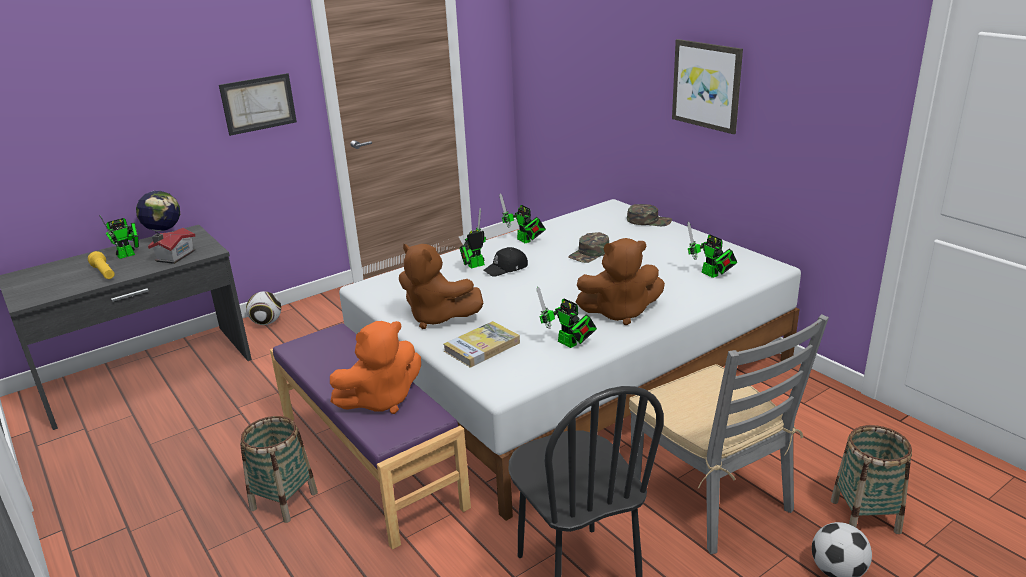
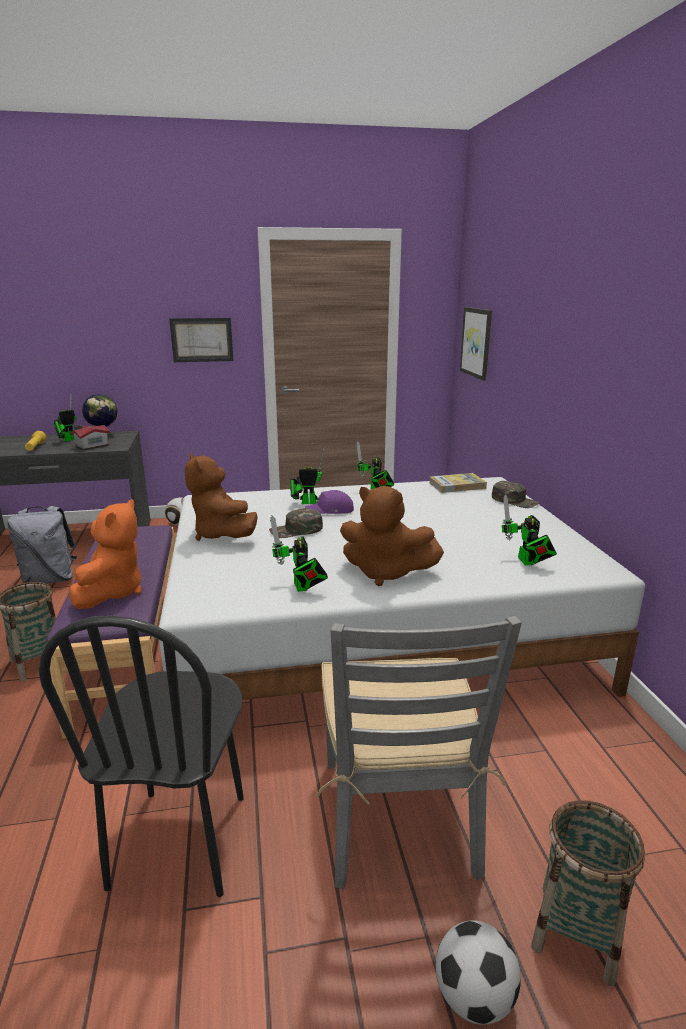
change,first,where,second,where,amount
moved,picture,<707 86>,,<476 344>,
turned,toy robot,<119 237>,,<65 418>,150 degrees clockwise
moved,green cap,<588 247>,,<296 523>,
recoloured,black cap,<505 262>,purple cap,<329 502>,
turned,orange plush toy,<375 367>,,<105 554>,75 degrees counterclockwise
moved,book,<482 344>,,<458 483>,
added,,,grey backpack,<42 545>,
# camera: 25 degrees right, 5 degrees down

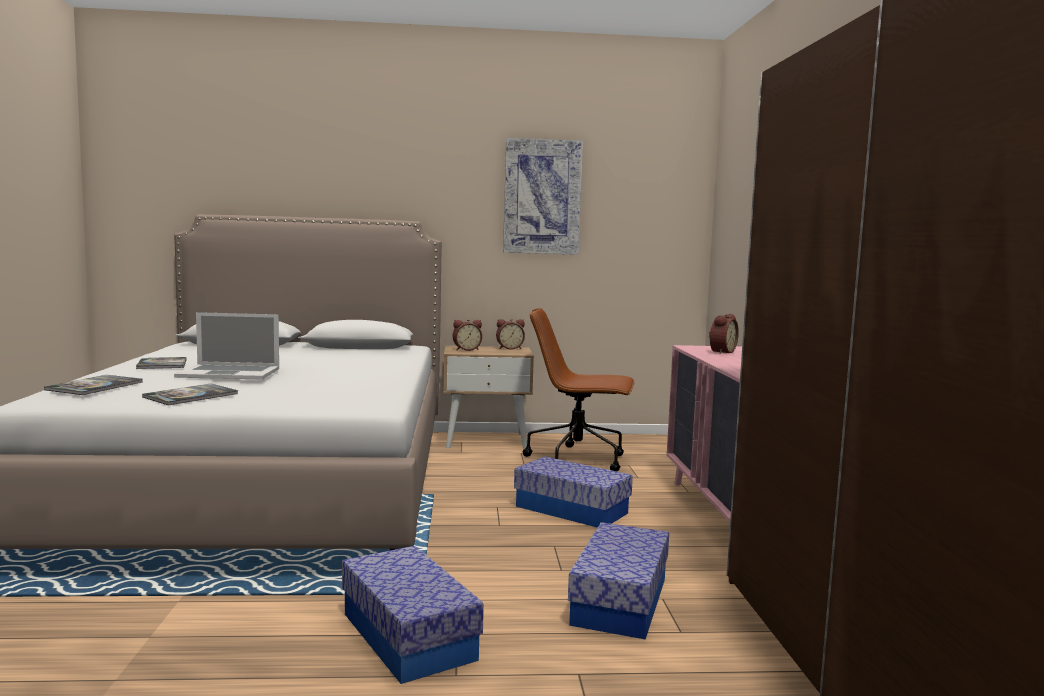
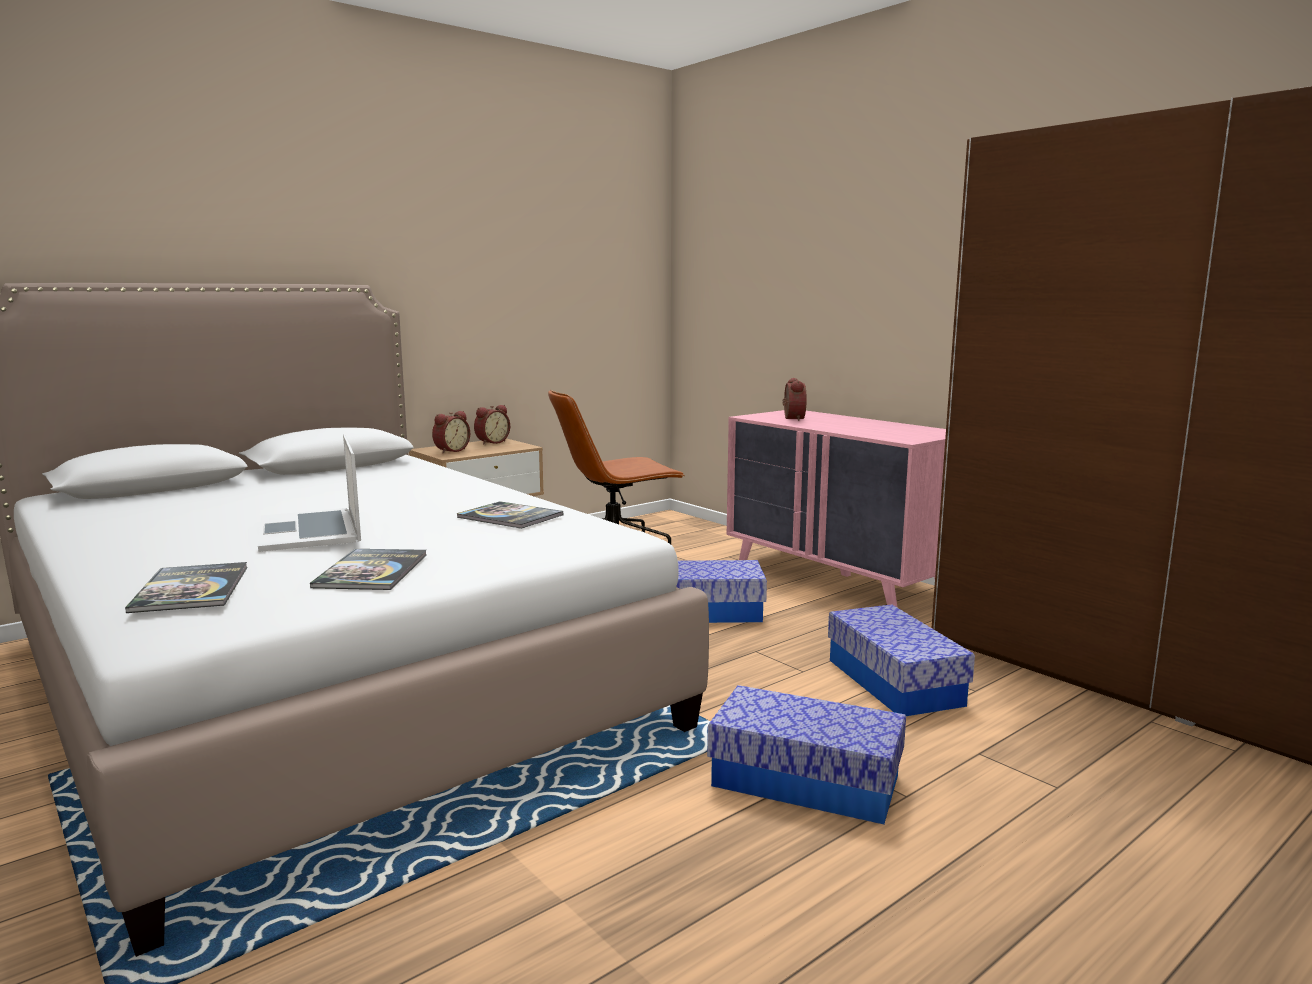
change,first,where,second,where,amount
removed,picture,<543 196>,,,
turned,laptop,<226 345>,,<309 493>,105 degrees clockwise
moved,book,<161 363>,,<510 515>,
# camera: 35 degrees left, 5 degrees up

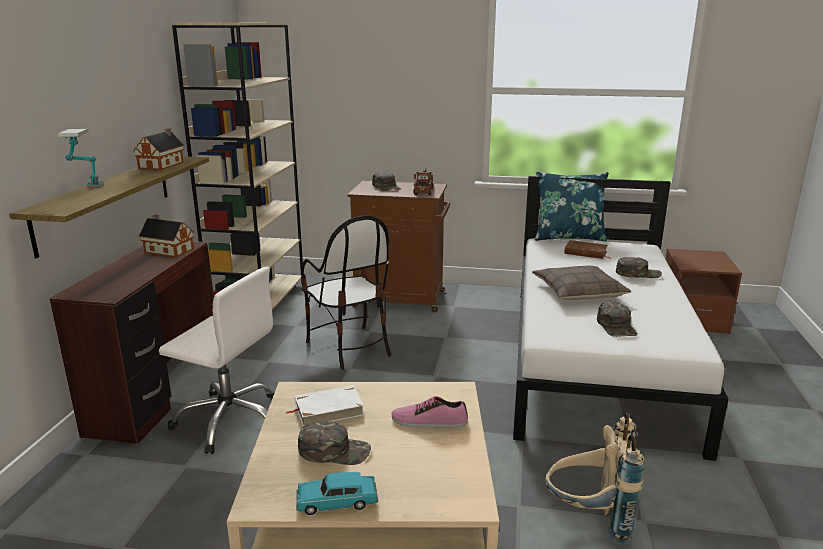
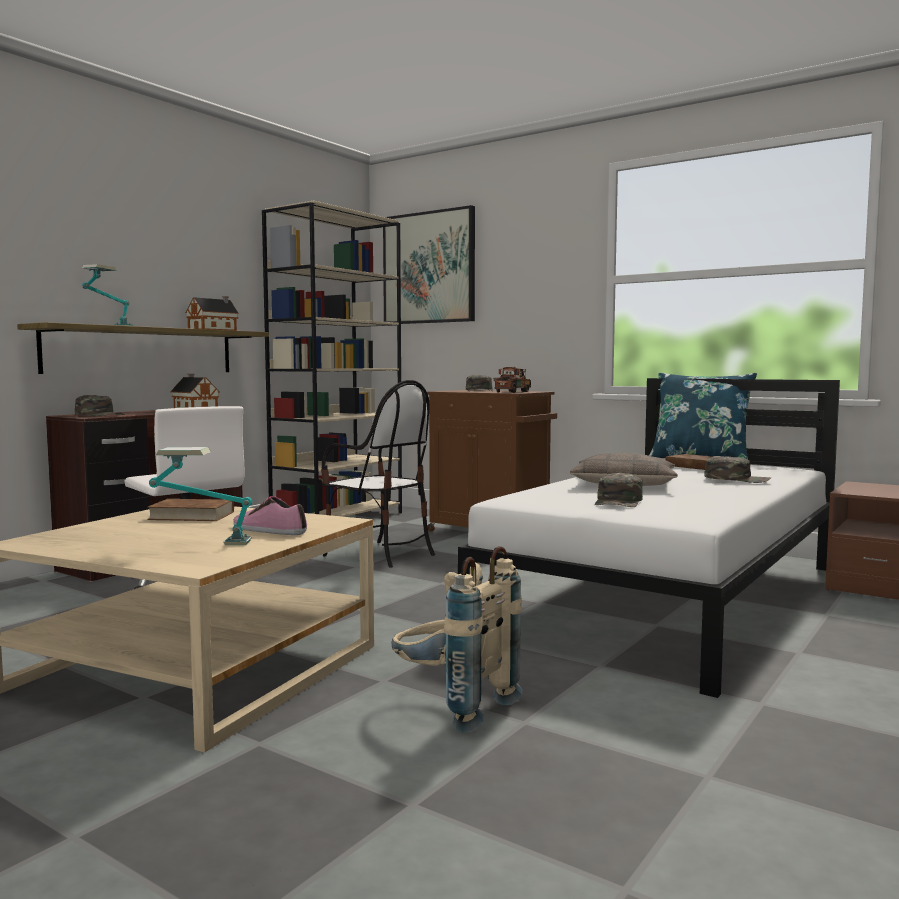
change,first,where,second,where,amount
turned,chair,<346 292>,,<378 474>,45 degrees counterclockwise
recoloured,white book,<326 406>,brown book,<190 510>,
moved,green cap,<334 442>,,<100 406>,
removed,turquoise toy car,<337 493>,,,
added,,,picture,<429 264>,
added,,,table lamp,<200 496>,
# camera: 25 degrees right, 15 degrees down

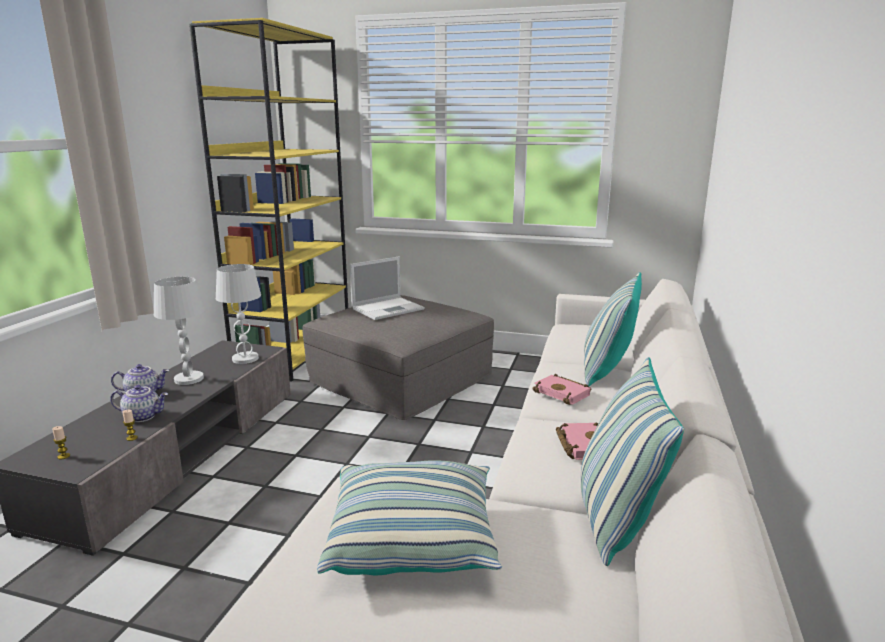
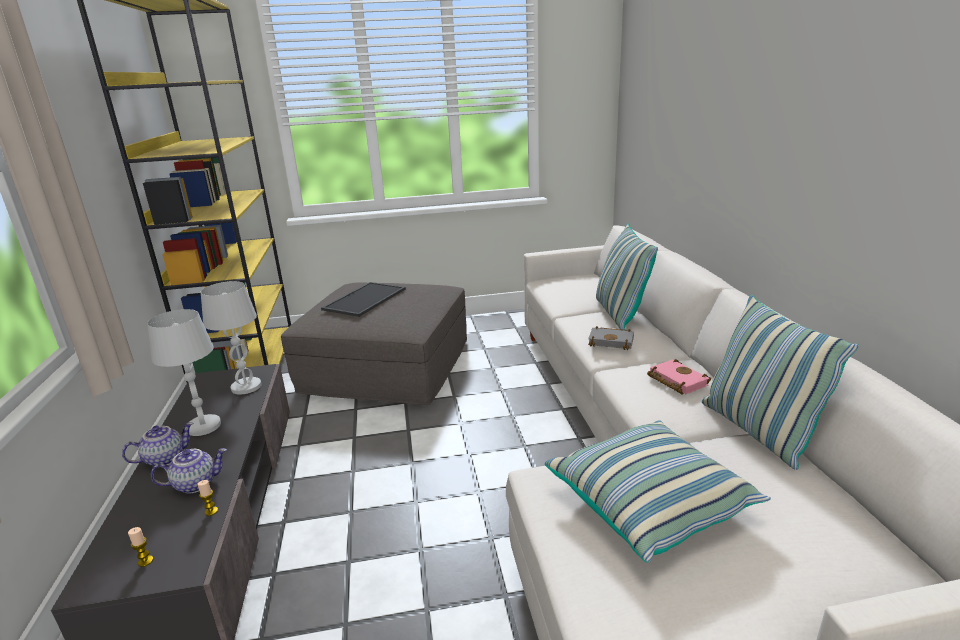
change,first,where,second,where,amount
replaced,laptop,<387 288>,tray,<363 299>,
recoloured,pink book,<561 389>,grey book,<611 338>,
# camera: 25 degrees left, 5 degrees up

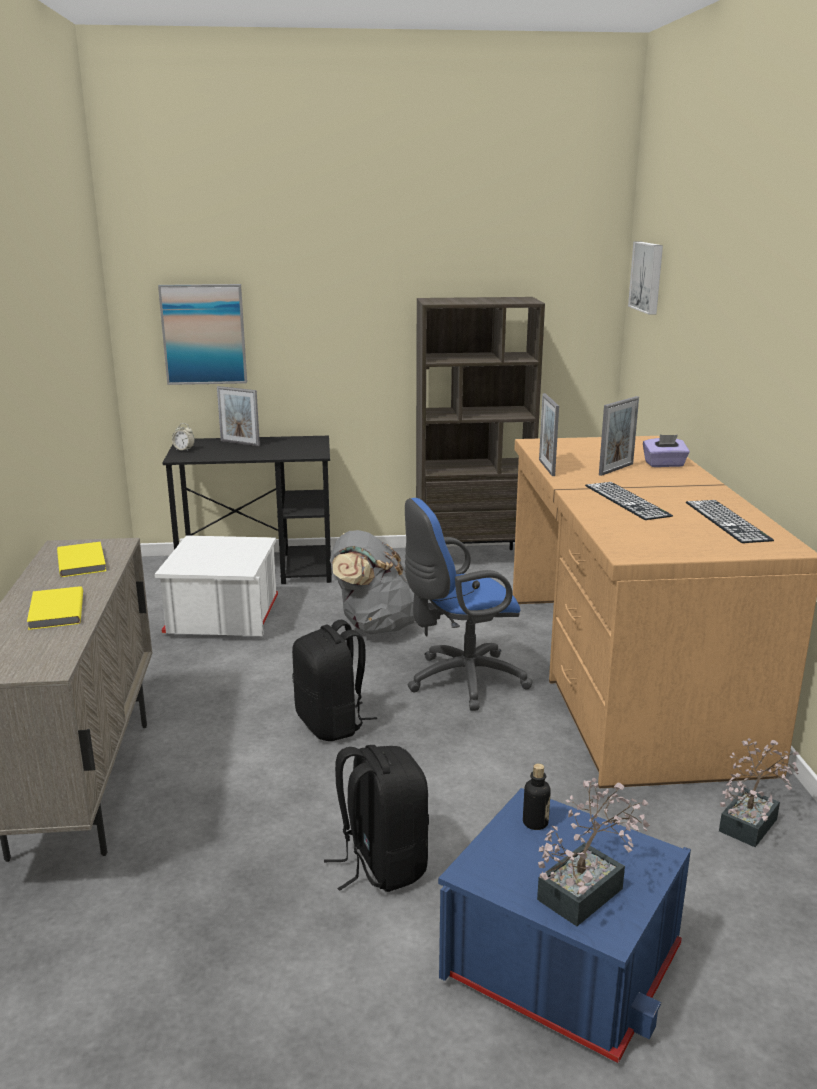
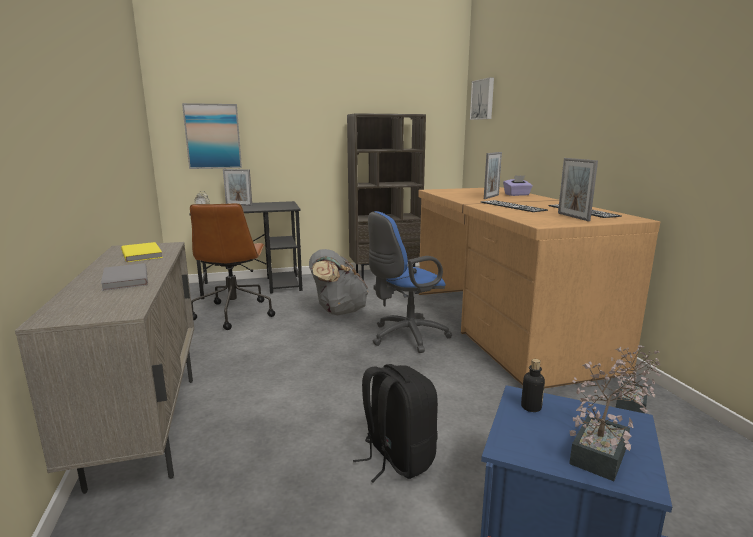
change,first,where,second,where,amount
moved,picture frame,<549 434>,,<578 189>,
replaced,white storage box,<216 585>,brown office chair,<232 266>,
recoloured,yellow book,<55 608>,grey book,<124 277>,
removed,black backpack,<334 680>,,,
# camera: 10 degrees left, 5 degrees down

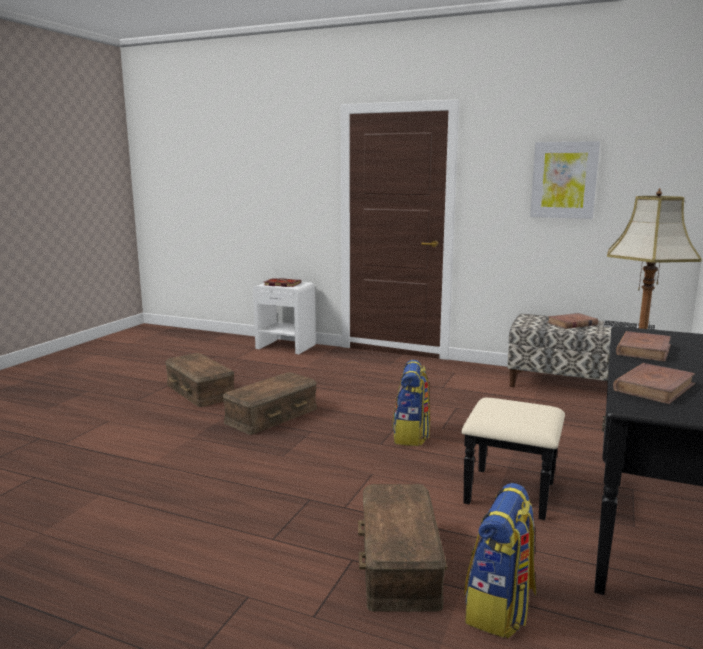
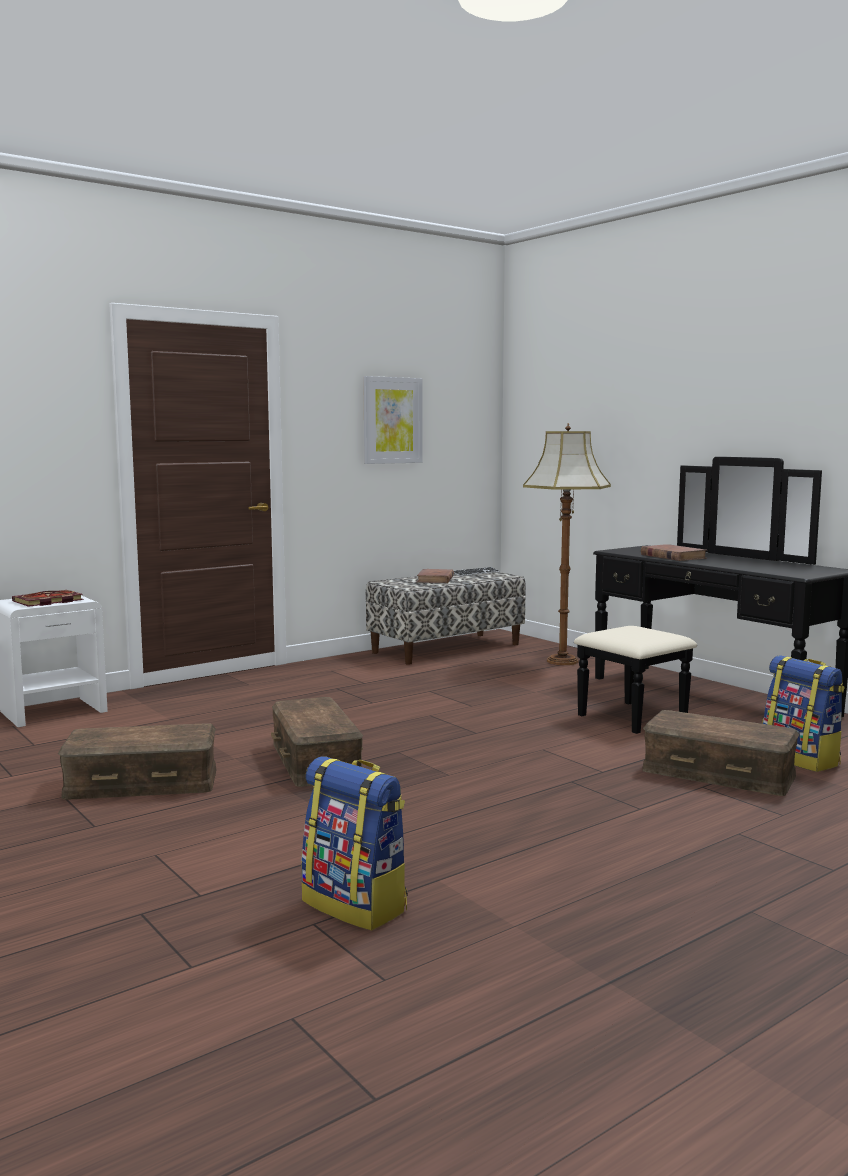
change,first,where,second,where,amount
moved,backpack,<411 403>,,<354 843>,
removed,brown book,<654 383>,,,
# camera: 60 degrees left, 5 degrees down

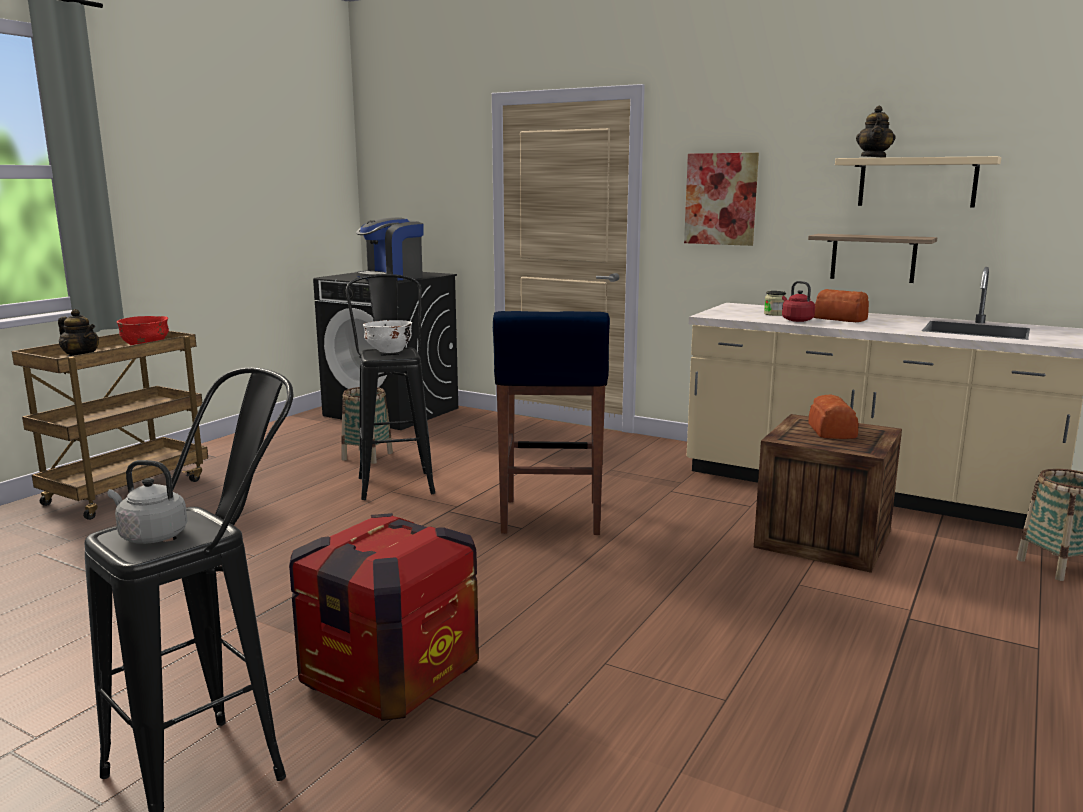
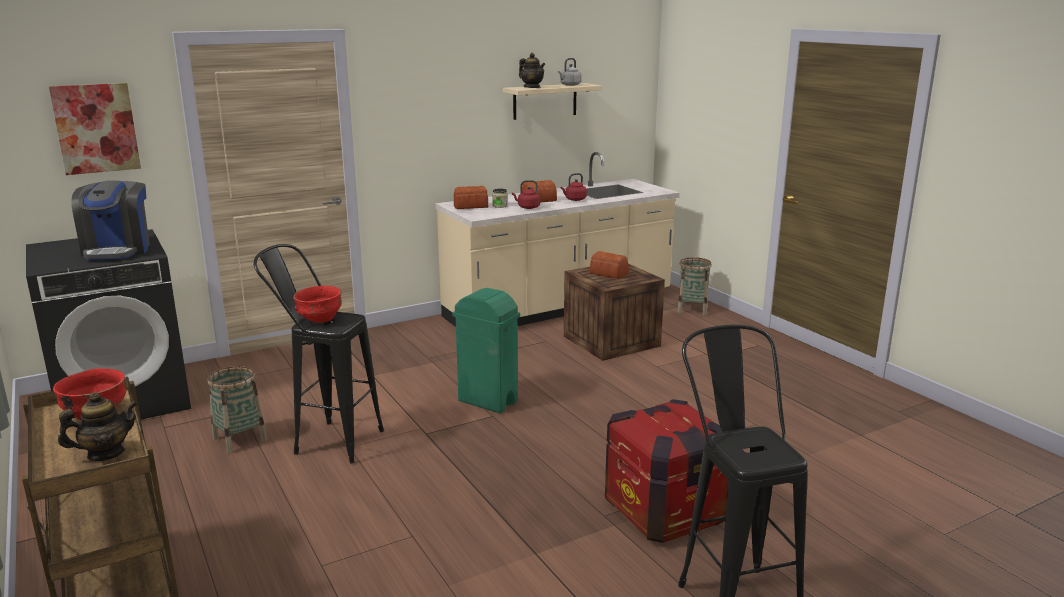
change,first,where,second,where,amount
moved,picture,<721 199>,,<95 129>,
removed,shelf,<872 258>,,,
replaced,blue stool,<551 423>,green trash can,<486 350>,
recoloured,white bowl,<387 336>,red bowl,<317 304>,
moved,grey kettle,<147 502>,,<569 72>,
added,,,red kettle,<573 187>,
added,,,bread,<471 197>,
# camera: 60 degrees left, 5 degrees up

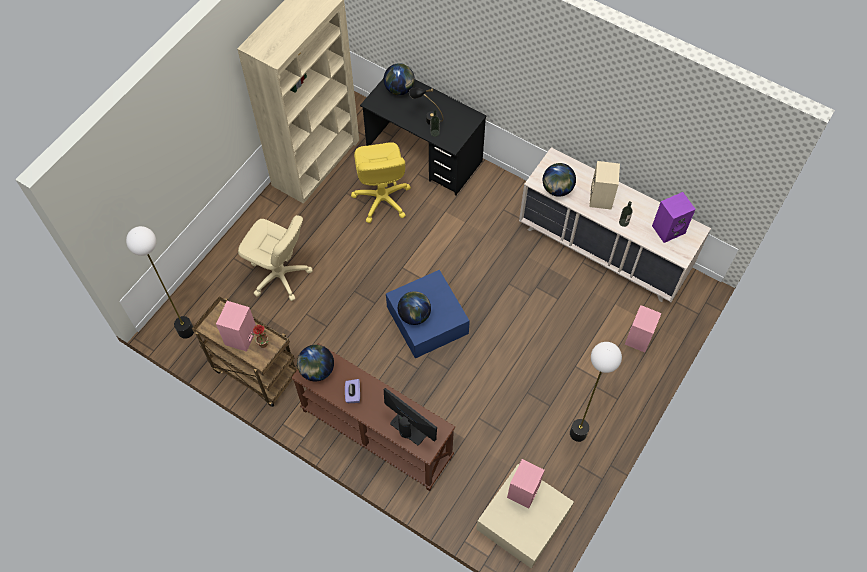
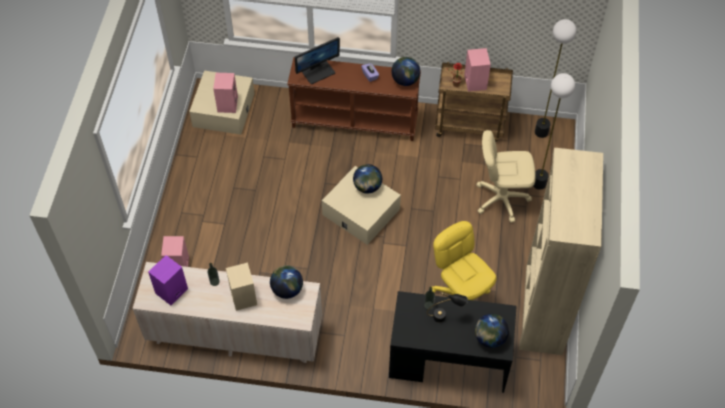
change,first,where,second,where,amount
recoloured,blue storage box,<428 314>,beige storage box,<361 205>,
moved,floor lamp,<596 392>,,<554 131>,
turned,monitor,<410 416>,,<317 60>,45 degrees counterclockwise
# camera: 155 degrees right, 5 degrees down

